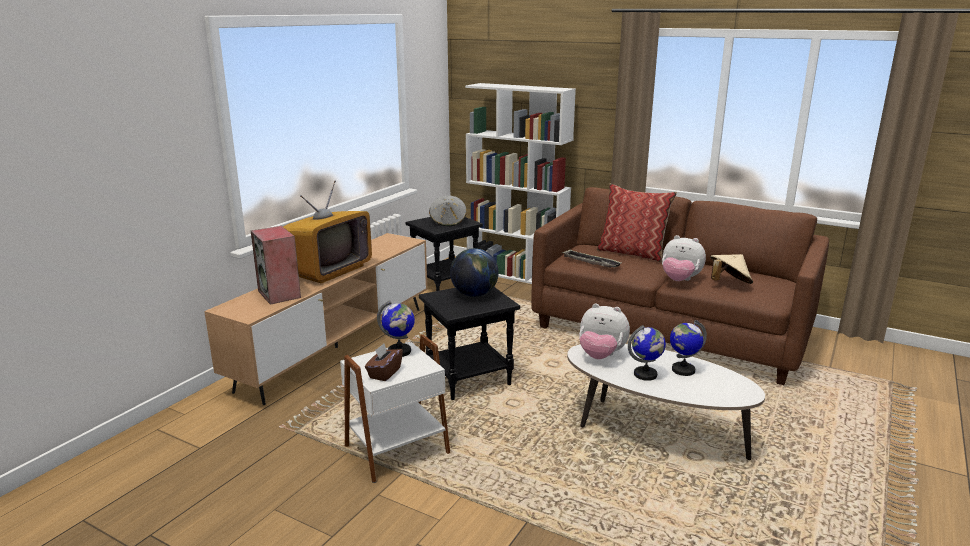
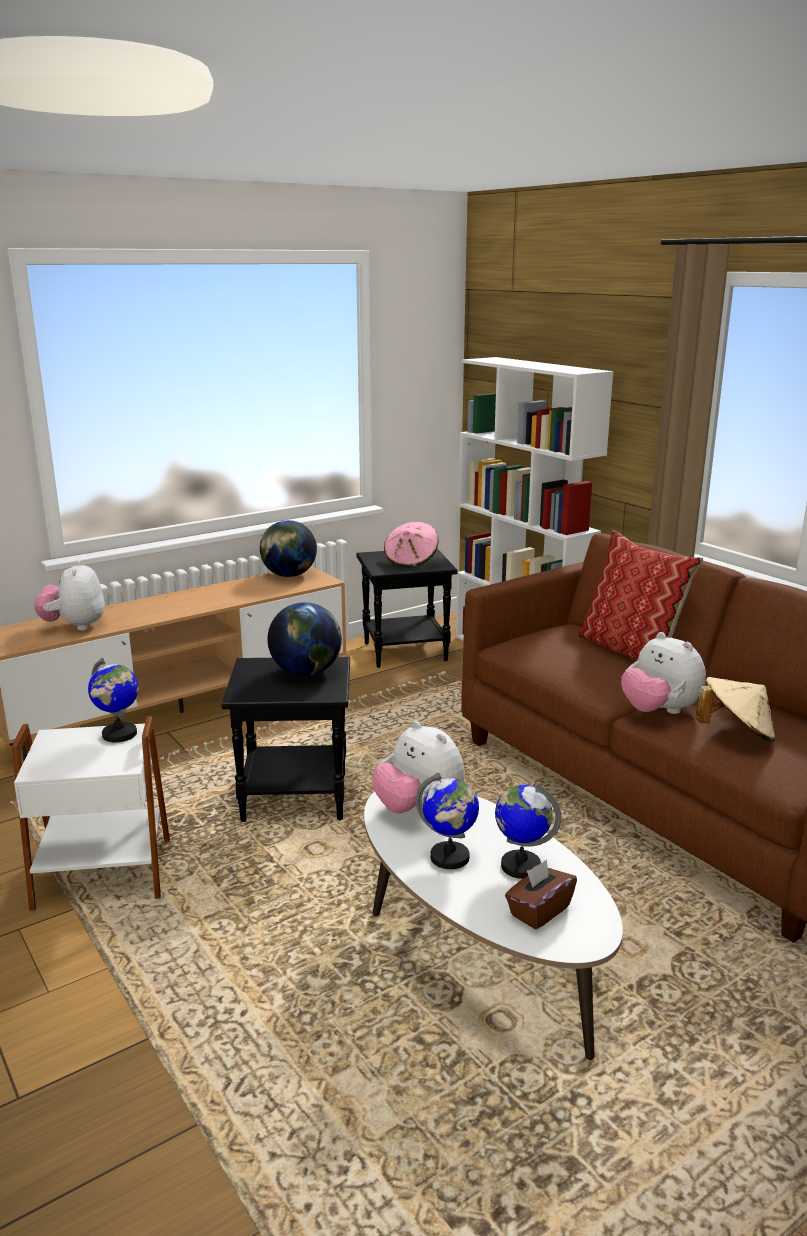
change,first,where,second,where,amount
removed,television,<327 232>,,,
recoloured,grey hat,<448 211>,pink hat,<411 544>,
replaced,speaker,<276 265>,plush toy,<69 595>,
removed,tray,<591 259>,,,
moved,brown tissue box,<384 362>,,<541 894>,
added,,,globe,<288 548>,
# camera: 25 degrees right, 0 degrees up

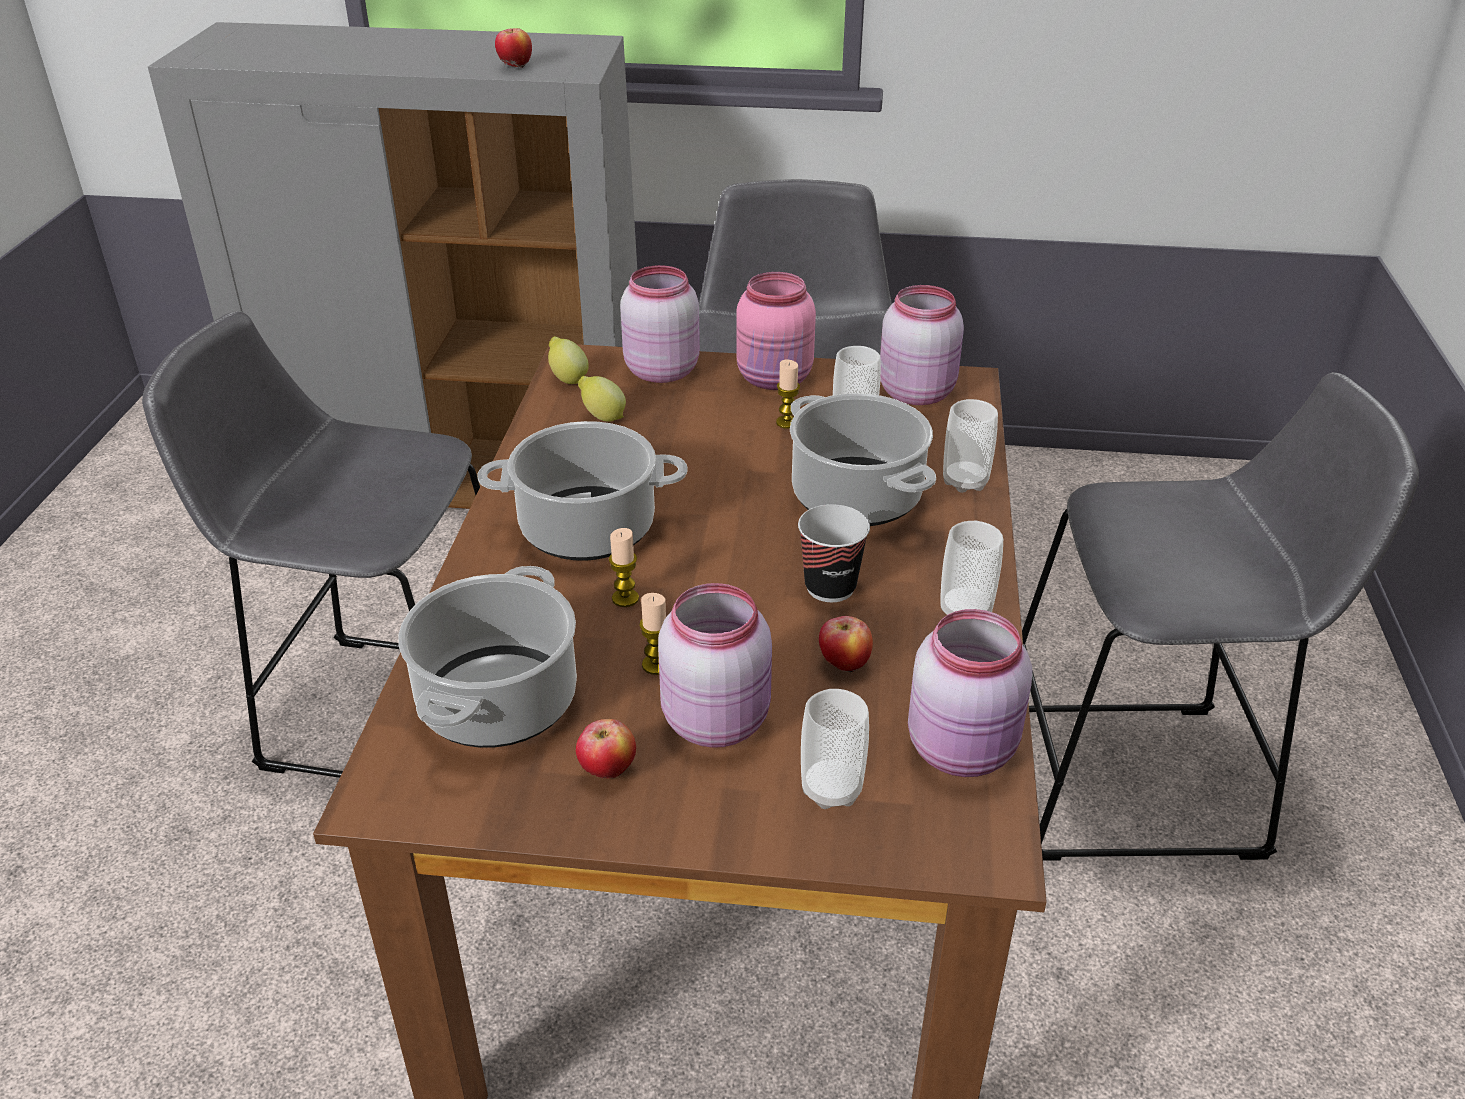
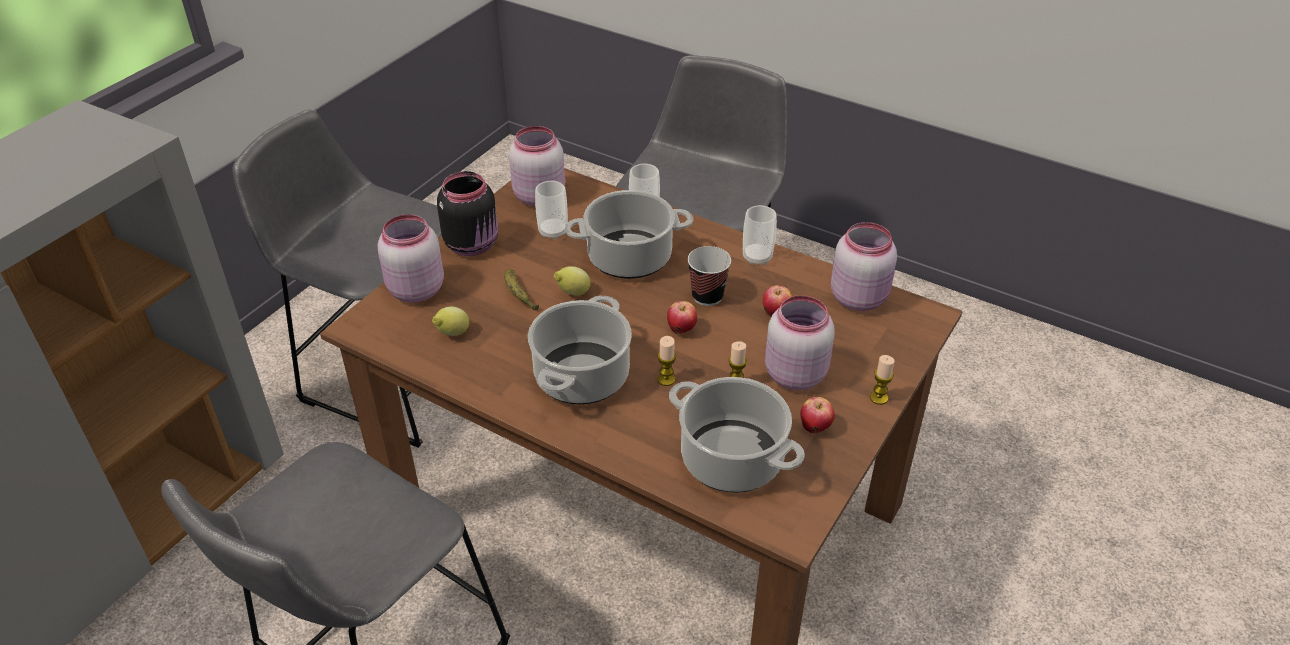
change,first,where,second,where,amount
moved,apple,<513 48>,,<682 317>,
recoloured,pink jar,<776 331>,black jar,<467 213>,
moved,lemon,<568 360>,,<572 281>,
moved,candle,<788 394>,,<882 380>,
removed,cup,<835 749>,,,
added,,,banana,<521 290>,
# camera: 65 degrees left, 5 degrees up

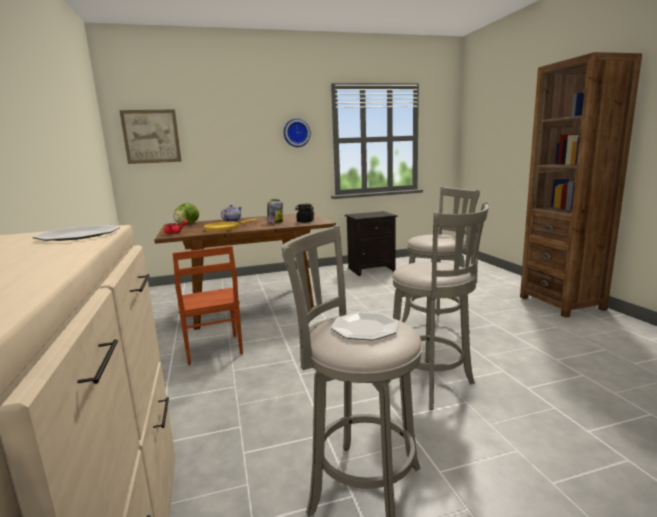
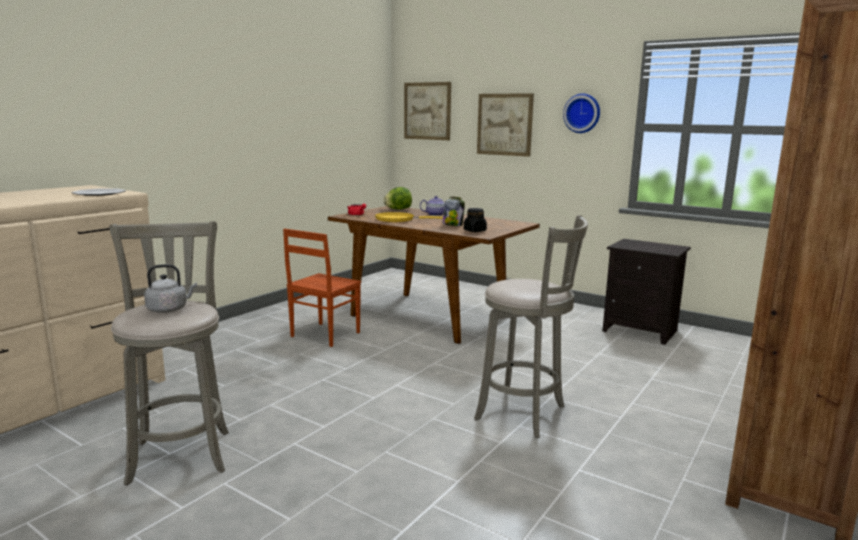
change,first,where,second,where,amount
removed,grey stool,<438 306>,,,
replaced,plate,<365 326>,grey kettle,<170 288>,
added,,,picture,<505 125>,
# camera: 50 degrees right, 0 degrees up

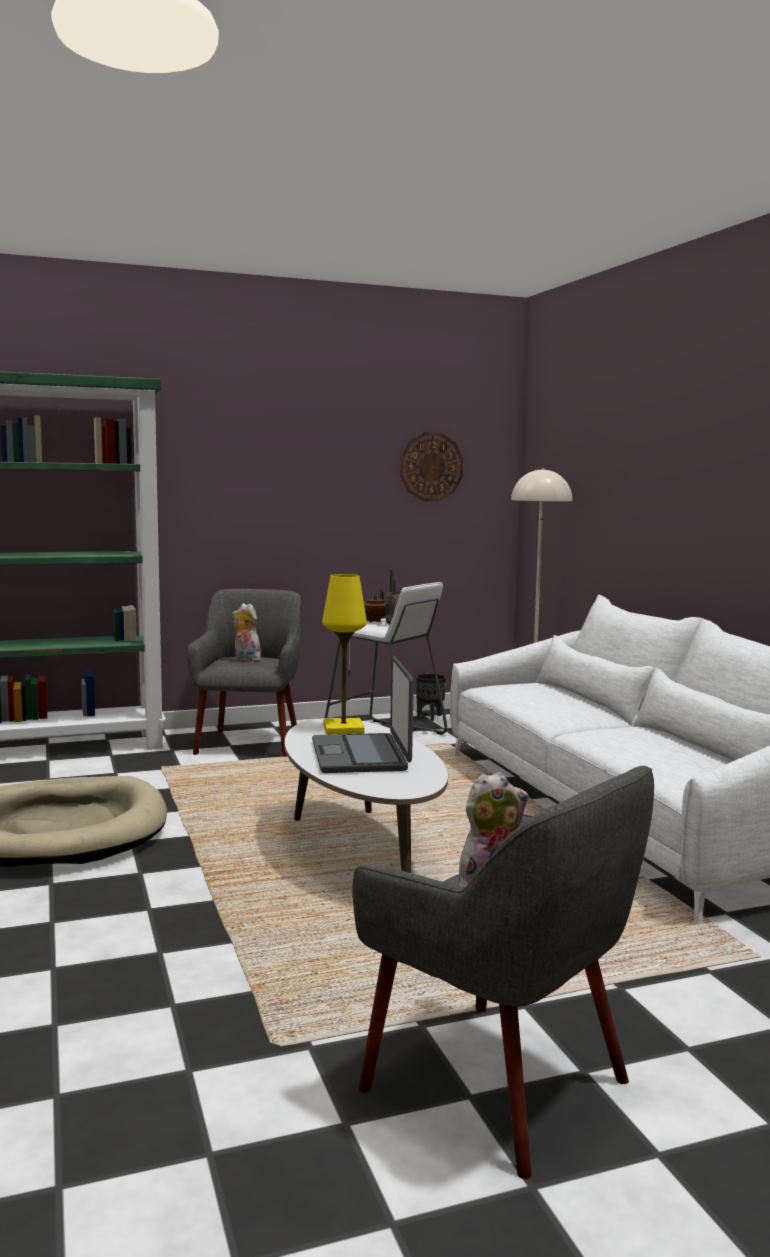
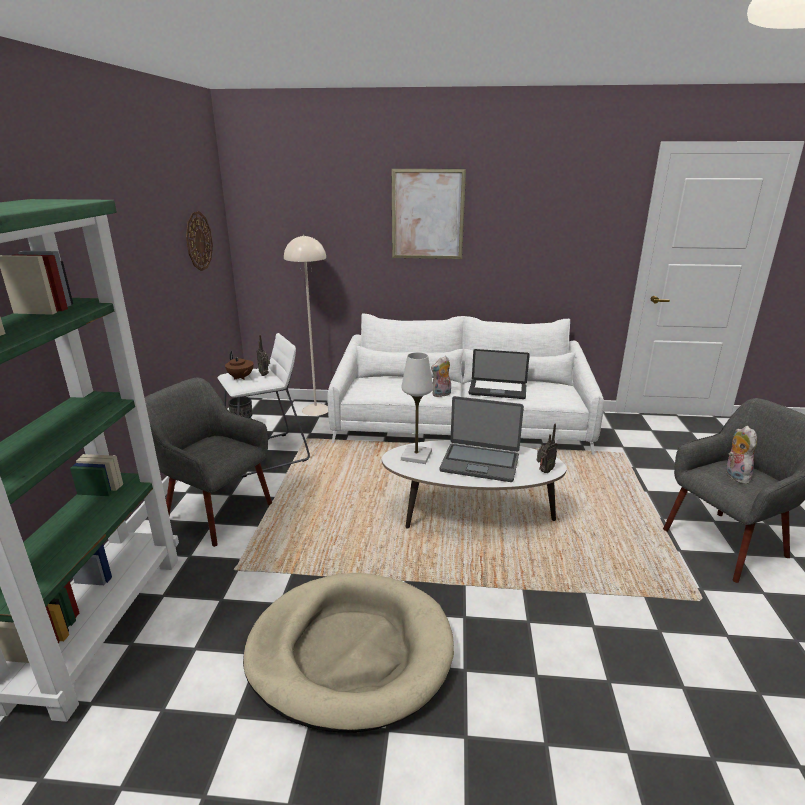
change,first,where,second,where,amount
recoloured,yellow table lamp,<344 654>,white table lamp,<417 408>,
moved,plush toy,<246 632>,,<441 376>,
added,,,picture,<429 214>,
added,,,laptop,<499 374>,
added,,,radio,<547 448>,
# camera: 65 degrees left, 15 degrees up

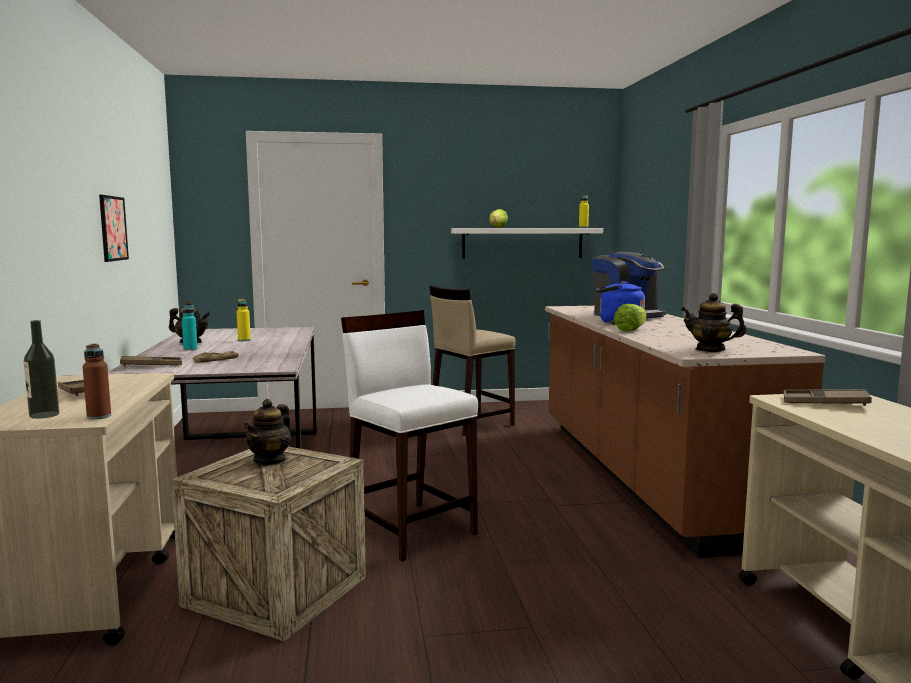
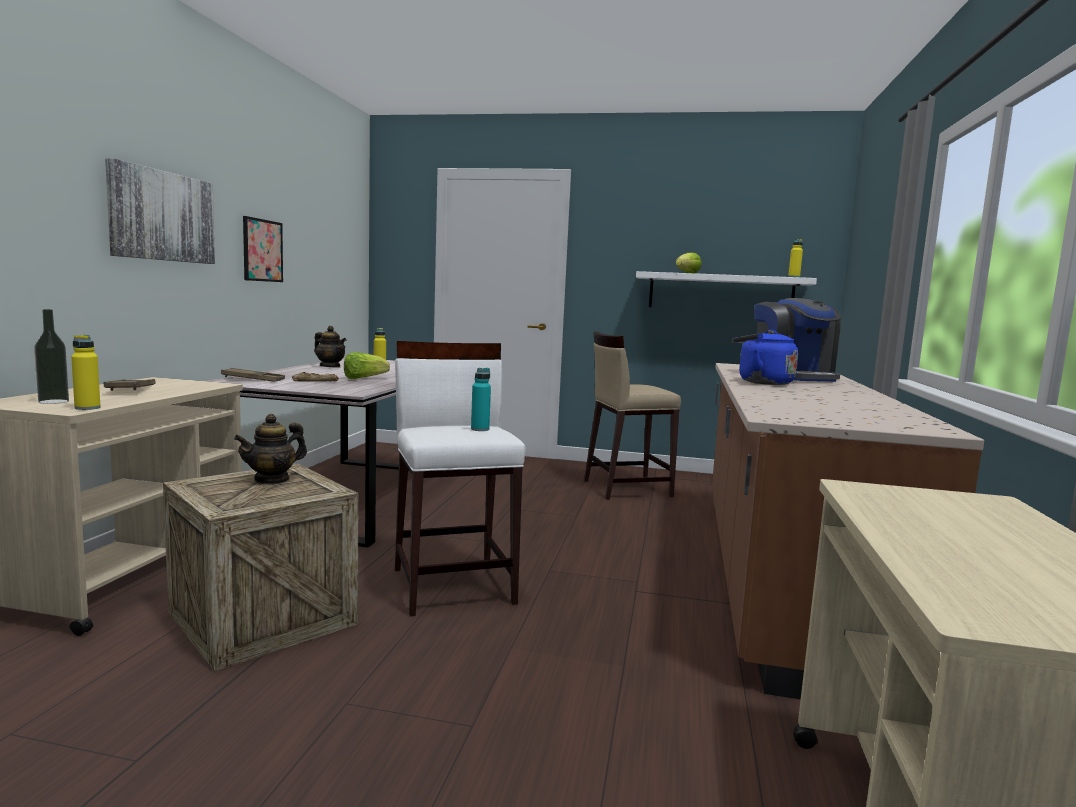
change,first,where,second,where,amount
removed,teapot,<713 322>,,,
moved,lettuce,<630 318>,,<367 365>,
moved,turquoise bottle,<190 328>,,<481 399>,
recoloured,brown bottle,<97 382>,yellow bottle,<86 372>,
removed,brown tray,<827 397>,,,
added,,,picture,<160 211>,
# camera: 20 degrees right, 0 degrees up

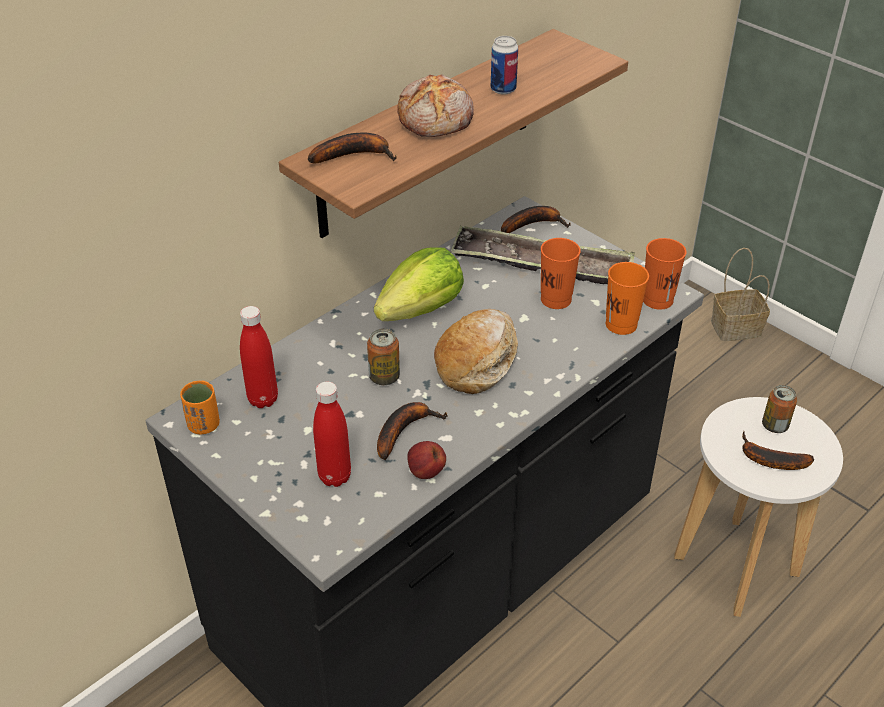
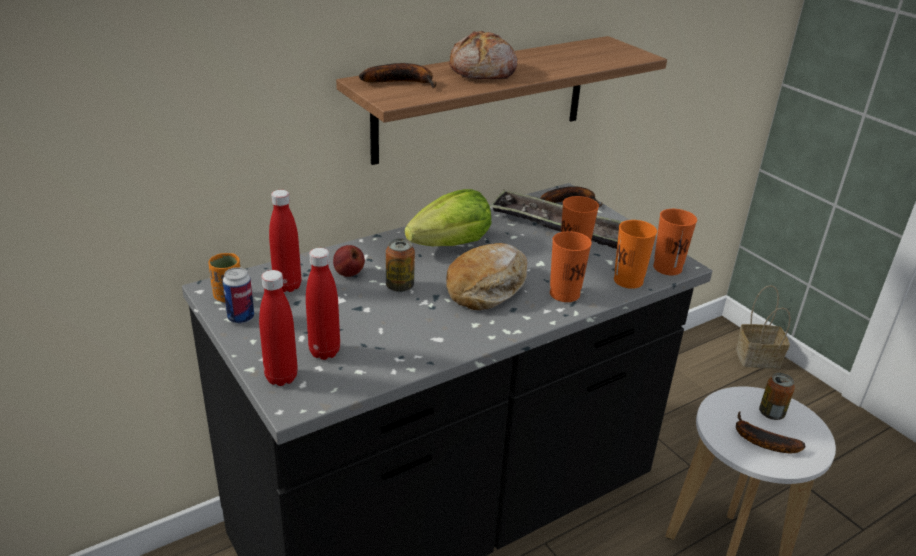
change,first,where,second,where,amount
moved,can,<504 65>,,<238 295>,
removed,banana,<412 431>,,,
moved,apple,<426 460>,,<349 261>,
added,,,orange cup,<571 266>,
added,,,red bottle,<278 328>,
# camera: 10 degrees right, 10 degrees down

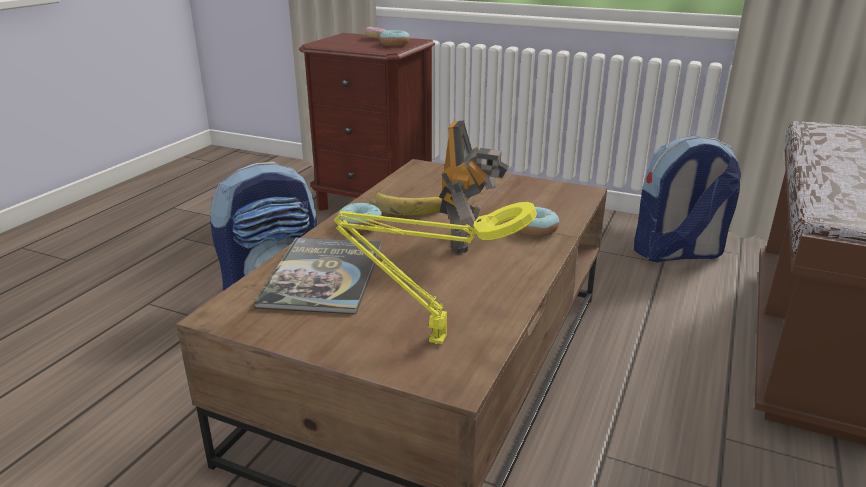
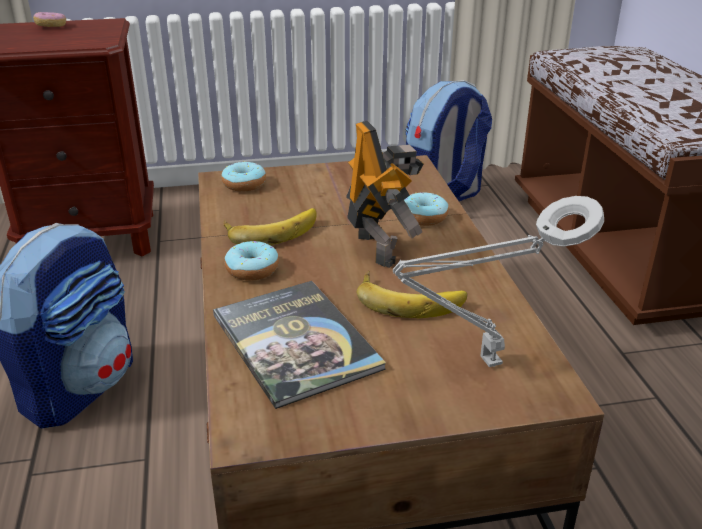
change,first,where,second,where,amount
moved,donut,<394 38>,,<244 177>,
recoloured,yellow table lamp,<435 273>,grey table lamp,<498 281>,
added,,,banana,<412 294>,
# camera: 35 degrees left, 5 degrees up

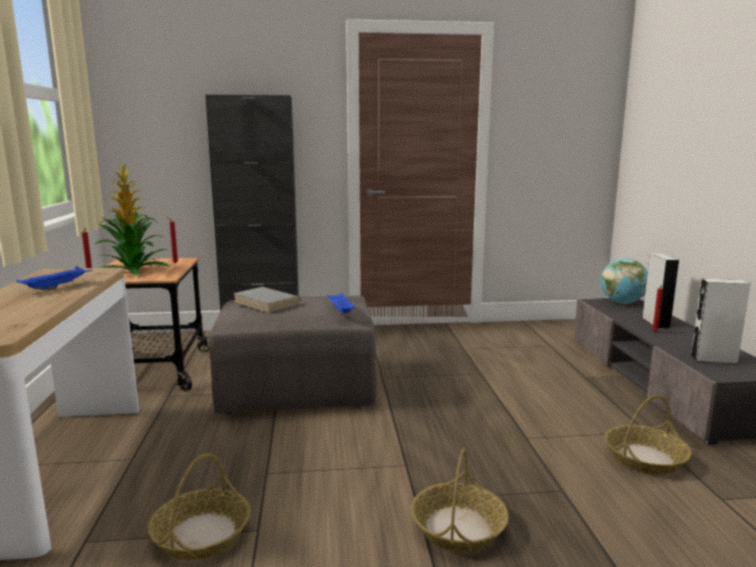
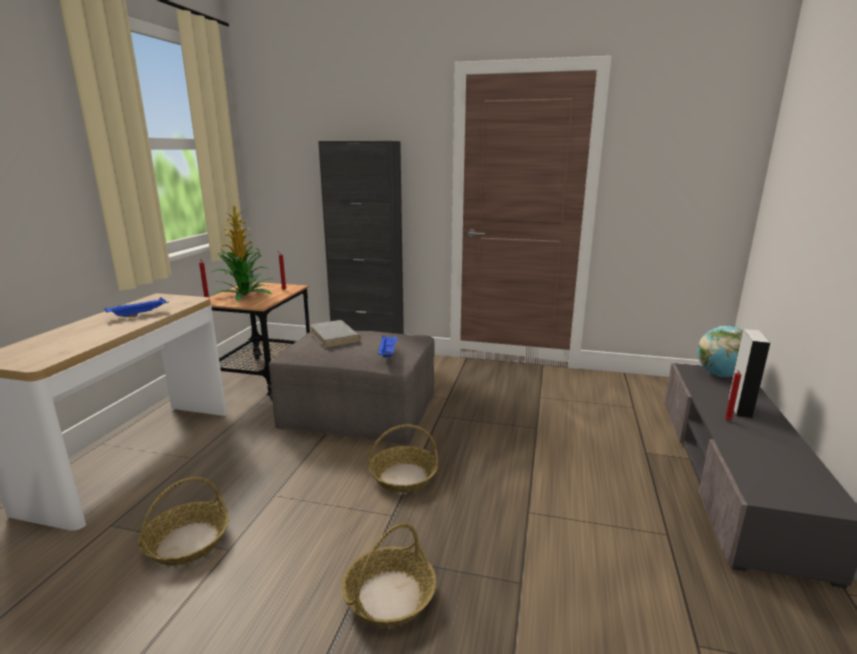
change,first,where,second,where,amount
removed,grey speaker,<720 321>,,,
moved,basket,<647 435>,,<403 459>,
# camera: 20 degrees right, 5 degrees up

